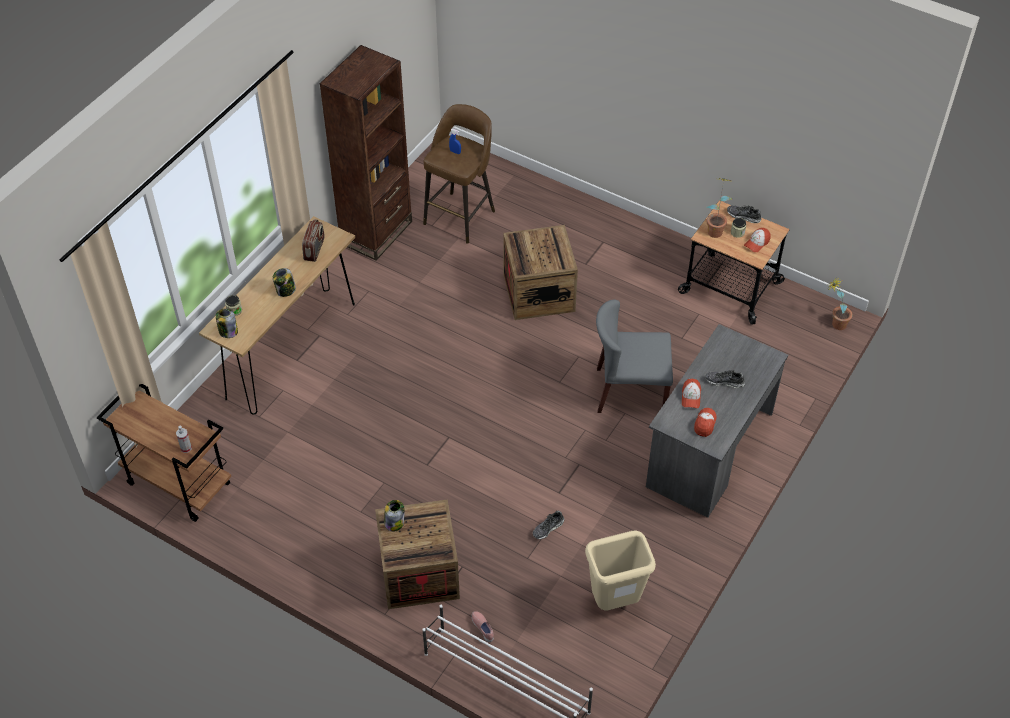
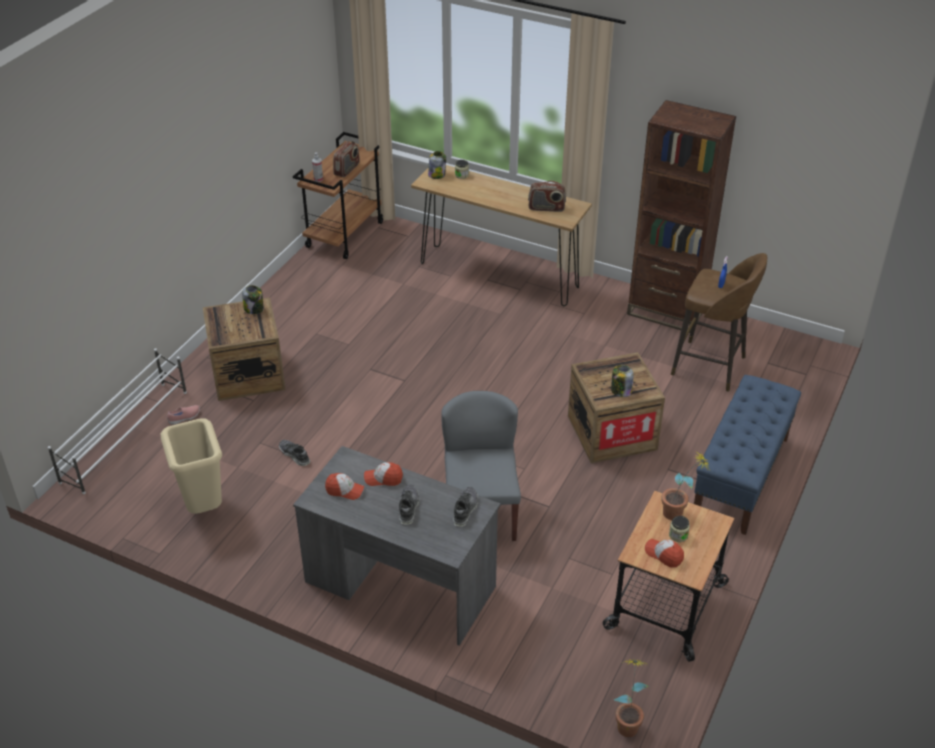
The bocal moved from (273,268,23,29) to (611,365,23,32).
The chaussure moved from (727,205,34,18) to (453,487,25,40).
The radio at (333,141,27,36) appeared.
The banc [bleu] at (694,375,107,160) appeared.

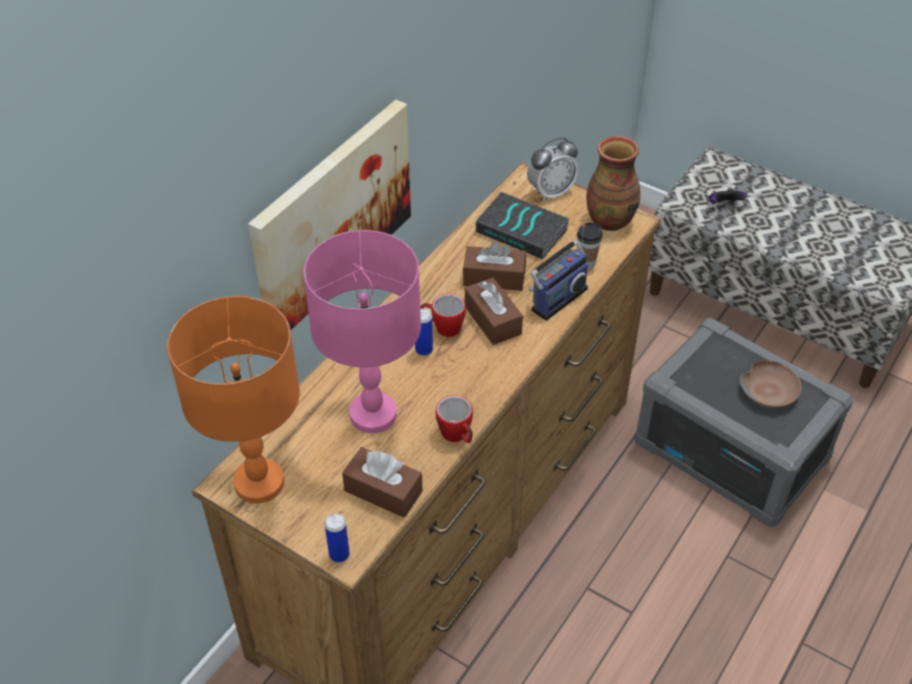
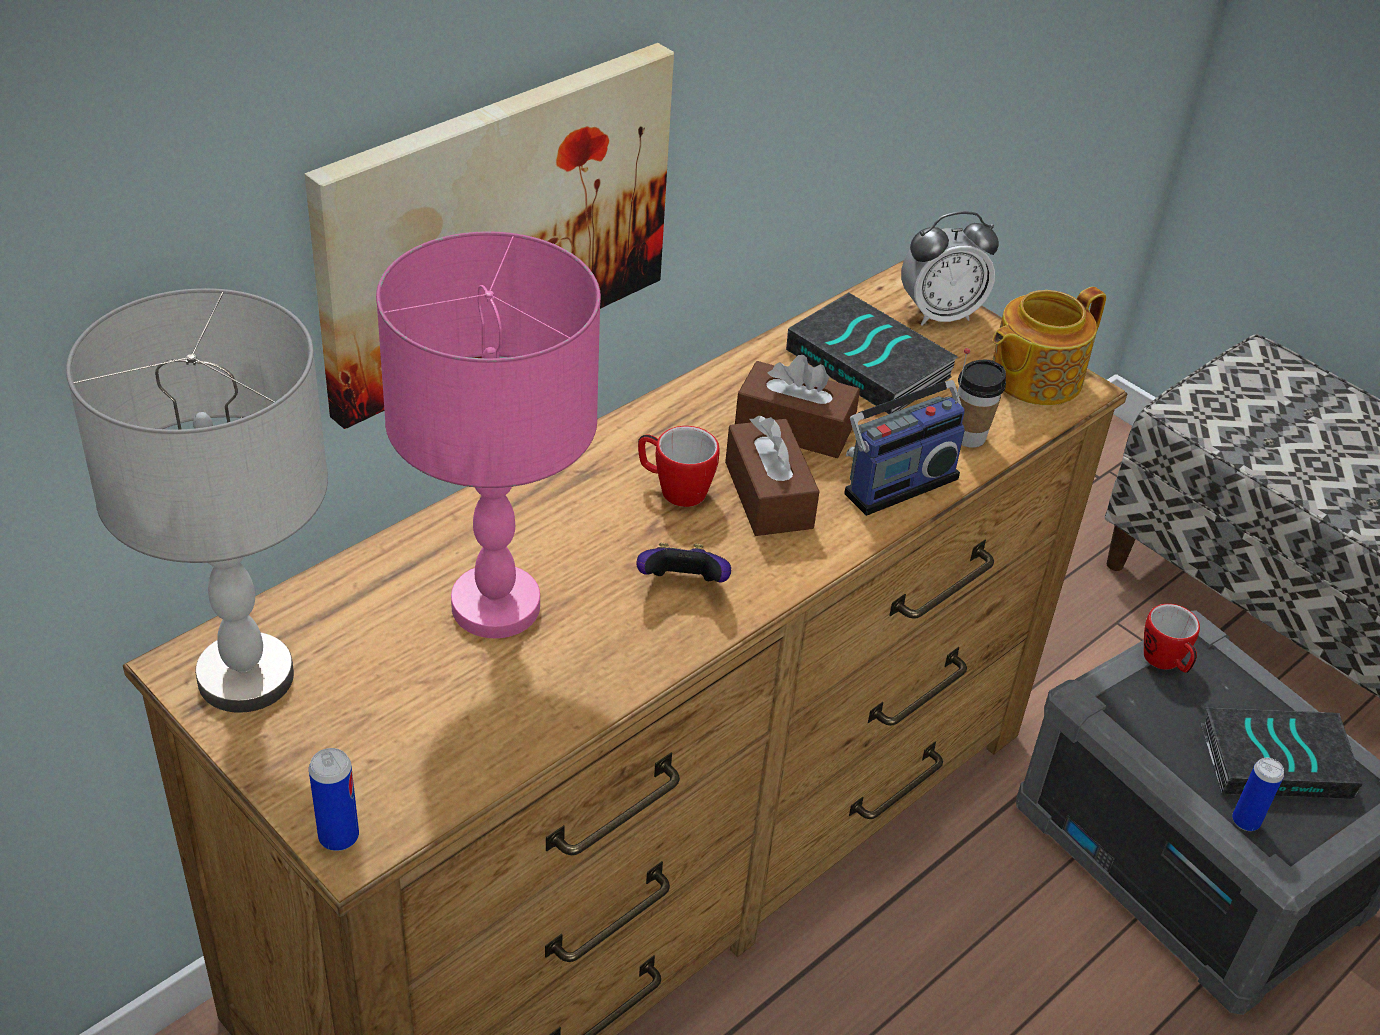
The lampe de table [orange] at (167,296,133,208) became the lampe de table [gris] at (66,288,262,425).
The boîte à mouchoirs [marron] at (342,447,81,70) disappeared.
The boîte métallique moved from (415,309,18,47) to (1232,758,52,73).
The mug moved from (436,395,37,48) to (1144,604,56,69).
The vase at (587,136,53,95) was replaced by the théière at (992,287,114,118).
The manette moved from (709,188,37,16) to (636,543,95,39).
The bol [marron] at (740,360,61,48) was replaced by the livre at (1201,707,162,92).

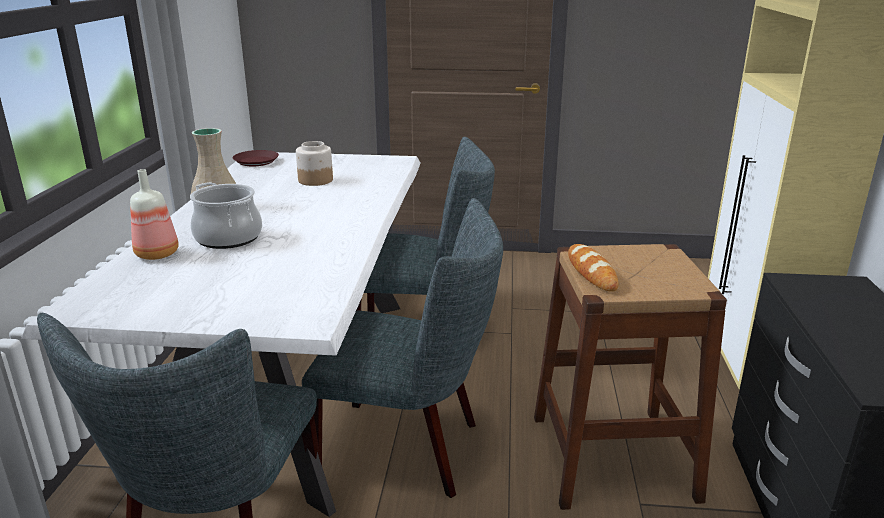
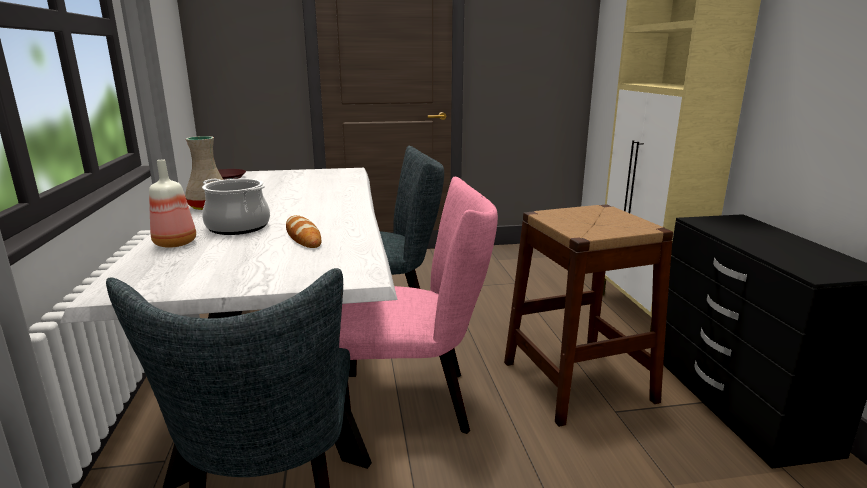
The bocal at (296,141,37,45) disappeared.
The chaise [gris] at (302,198,201,300) became the chaise [rose] at (339,177,159,257).
The pain moved from (568,244,50,48) to (286,215,35,33).

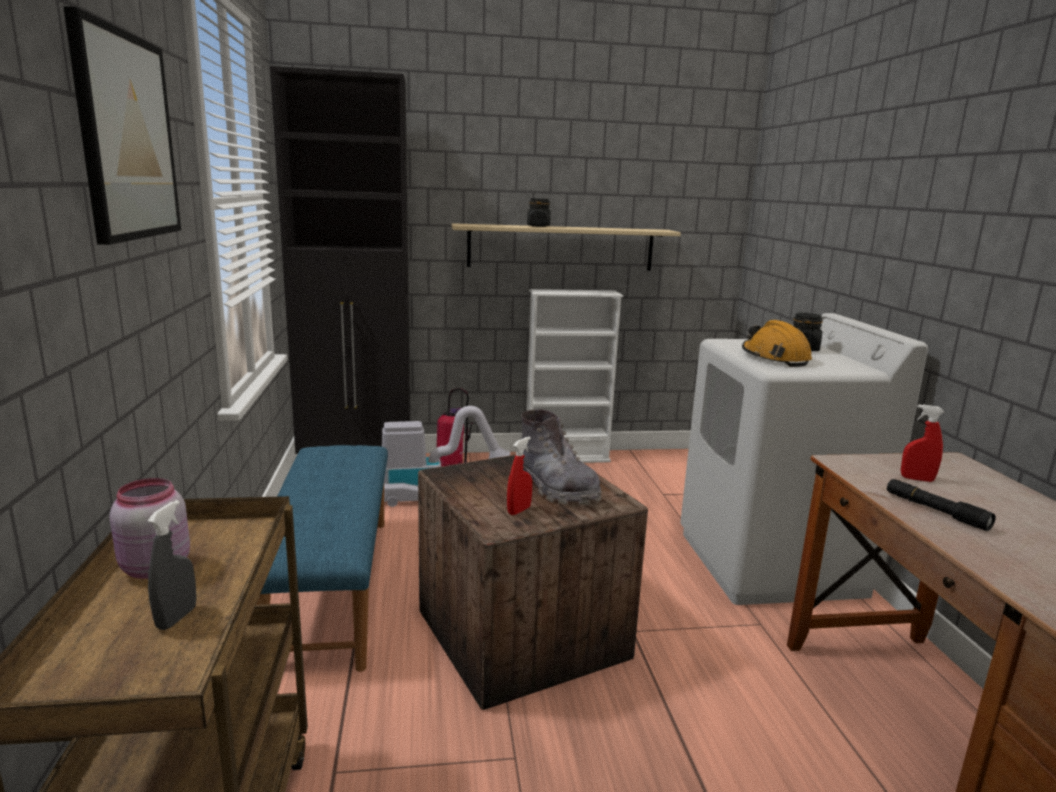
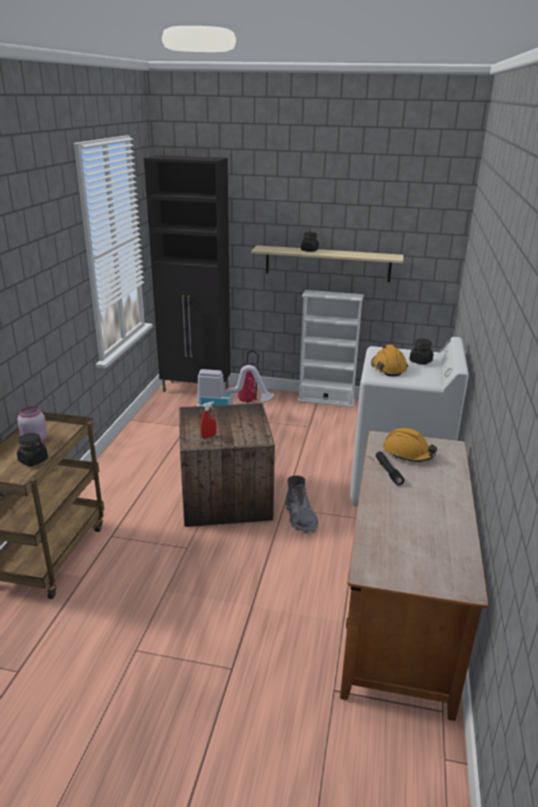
The tableau at (63,6,118,239) disappeared.
The vaporisateur [gris] at (148,500,49,130) was replaced by the bocal [noir] at (17,433,31,33).
The banc [bleu] at (256,445,132,227) disappeared.
The botte [gris] moved from (521,409,81,96) to (285,475,33,58).
The vaporisateur [rouge] at (901,405,44,77) was replaced by the casque de chantier [orange] at (383,428,55,34).

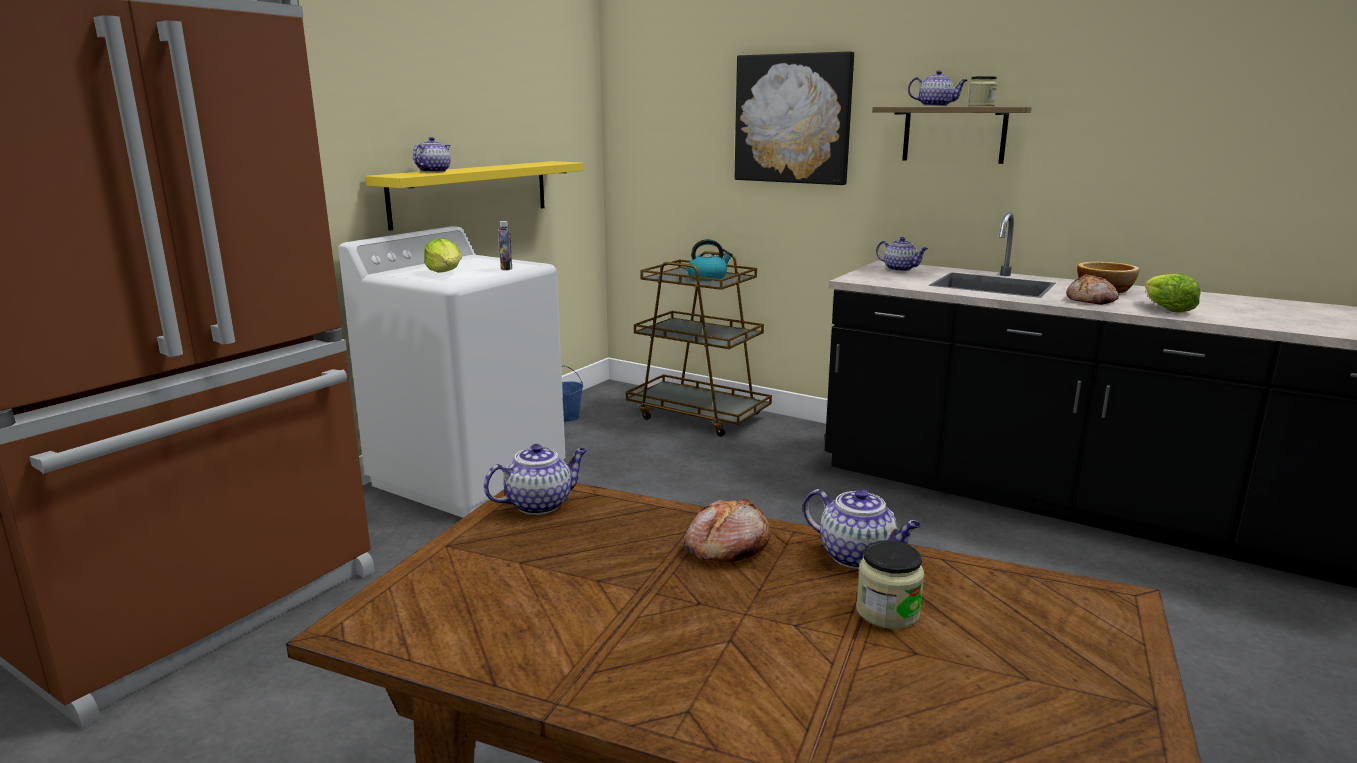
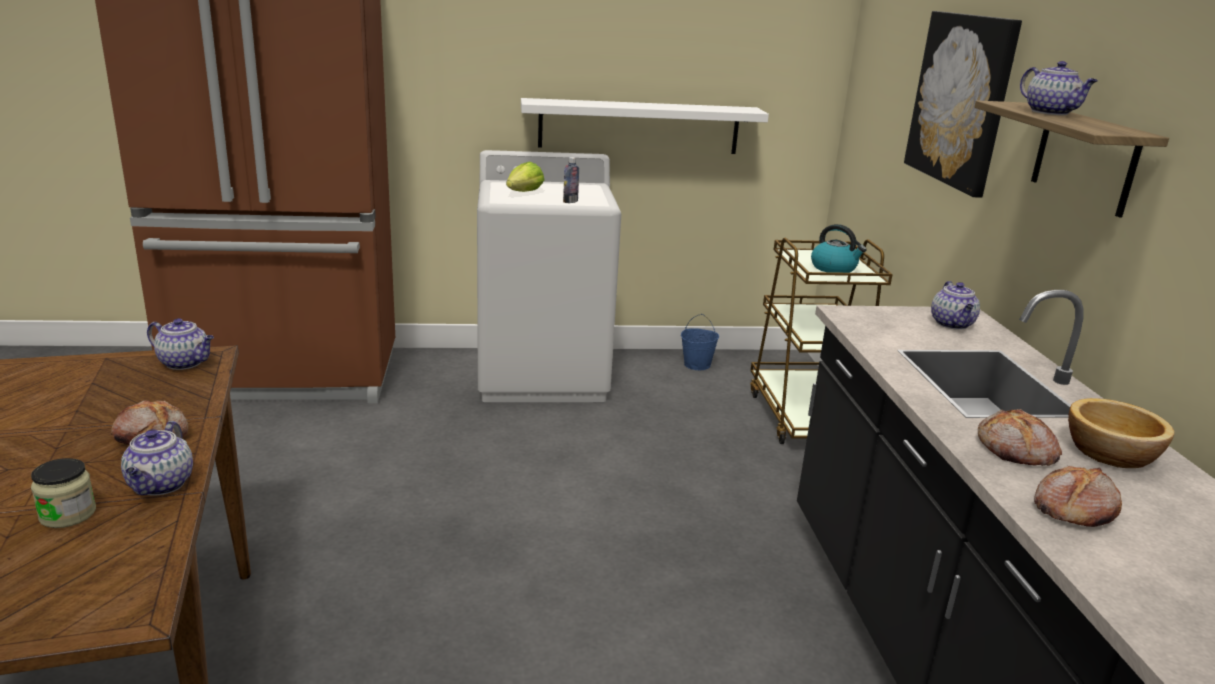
The étagère [jaune] at (366,161,218,70) became the étagère [blanc] at (521,98,248,56).
The théière at (413,137,38,36) disappeared.
The bocal at (968,76,29,30) disappeared.
The laitue at (1145,274,56,39) was replaced by the pain at (1034,466,88,61).

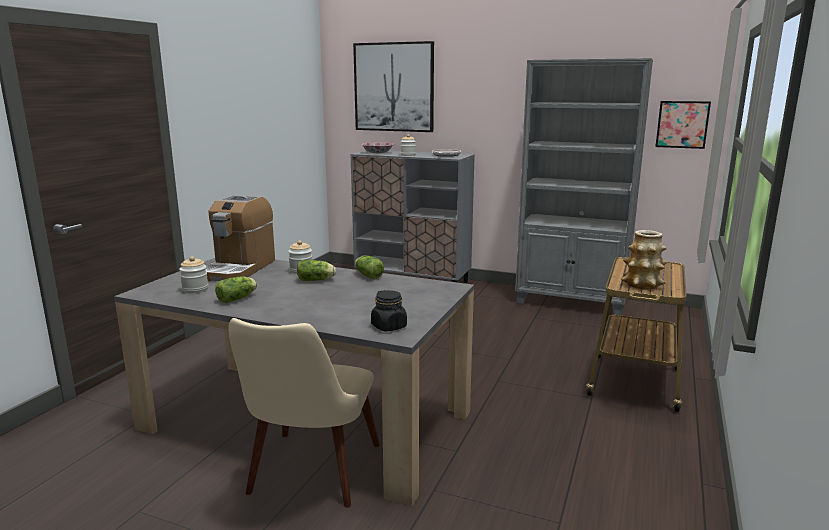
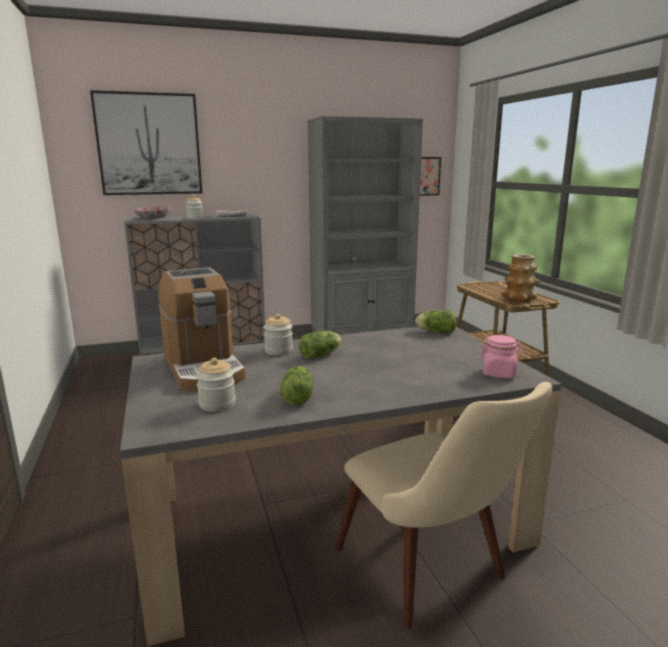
The laitue moved from (355,256,29,23) to (415,310,42,23).
The bocal [noir] at (371,290,36,42) became the bocal [rose] at (479,335,45,43).

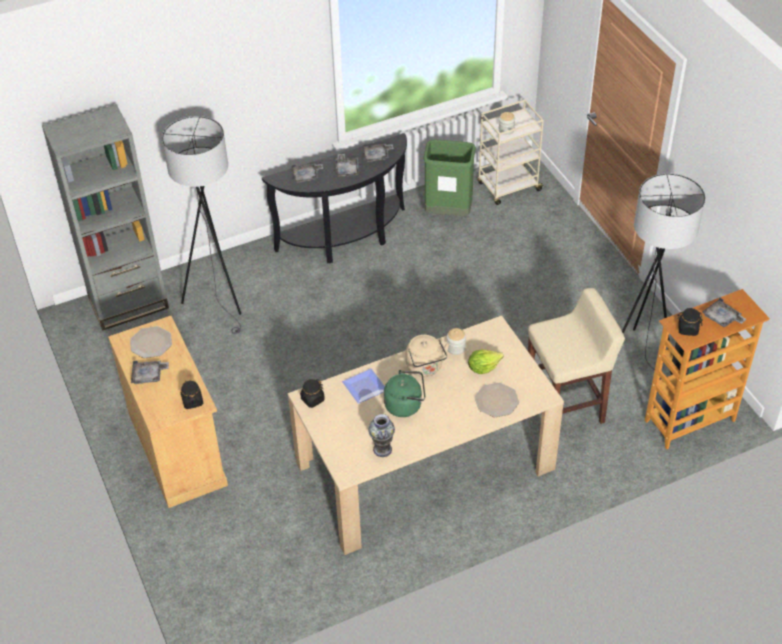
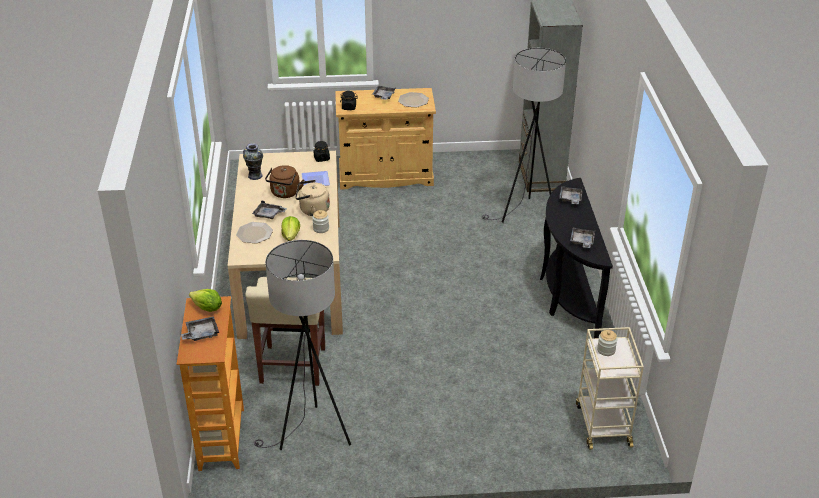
The plateau [gris] moved from (335,154,24,23) to (252,201,35,18).
The bouilloire [vert] at (384,370,41,47) became the bouilloire [marron] at (265,165,39,33).
The poubelle [vert] at (423,140,53,76) disappeared.
The bocal [noir] at (677,308,26,28) was replaced by the laitue at (189,289,33,23).

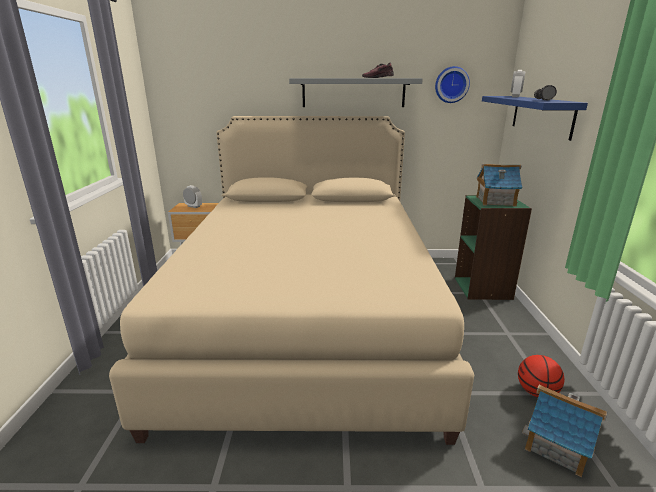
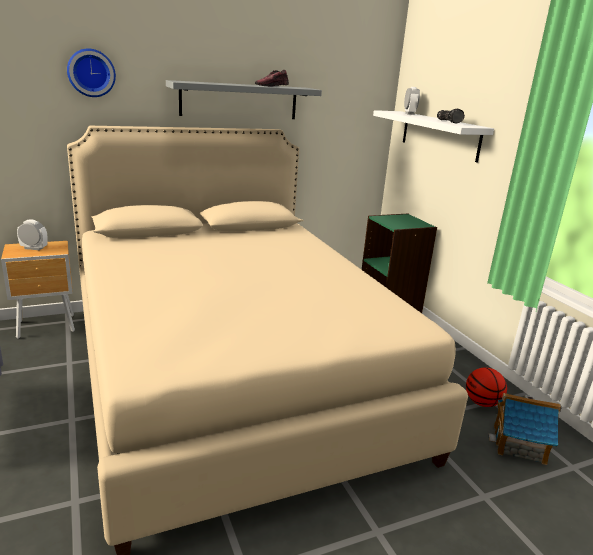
The horloge murale moved from (435,66,35,37) to (67,49,49,48).
The maison miniature at (476,164,46,42) disappeared.
The étagère [bleu] at (482,96,106,45) became the étagère [blanc] at (373,110,121,52).

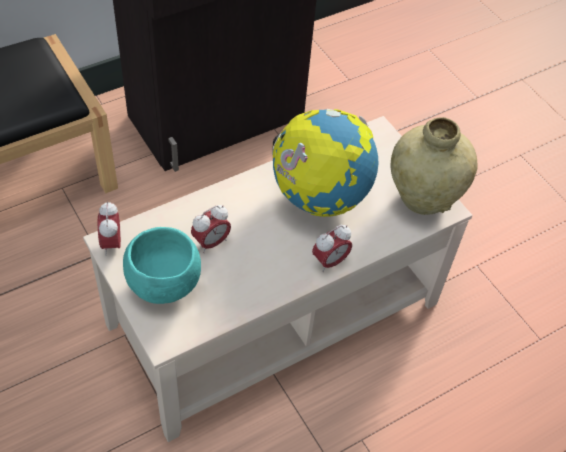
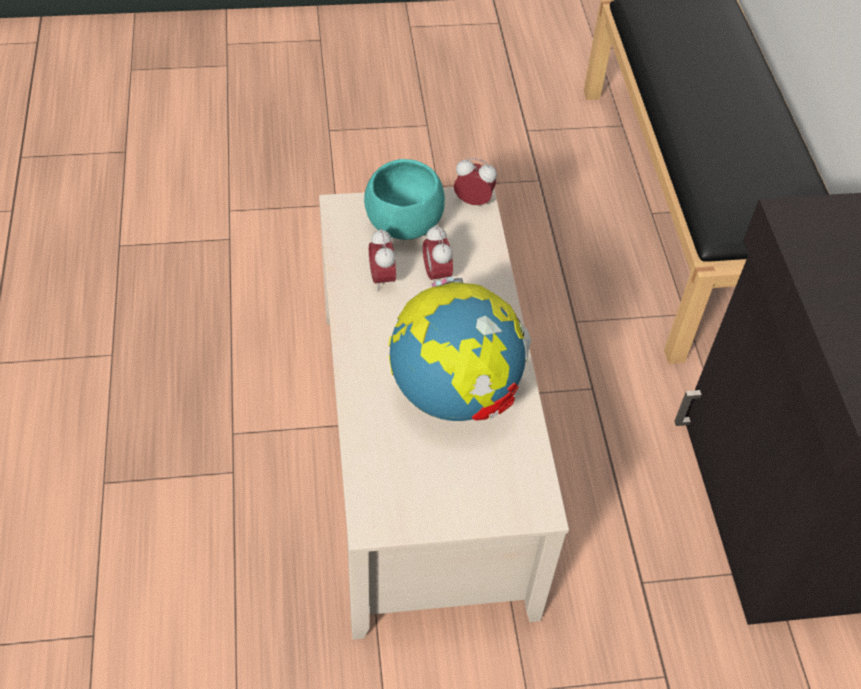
The réveil moved from (312,225,40,47) to (369,228,27,64).
The vase [beige] at (391,117,86,98) disappeared.

